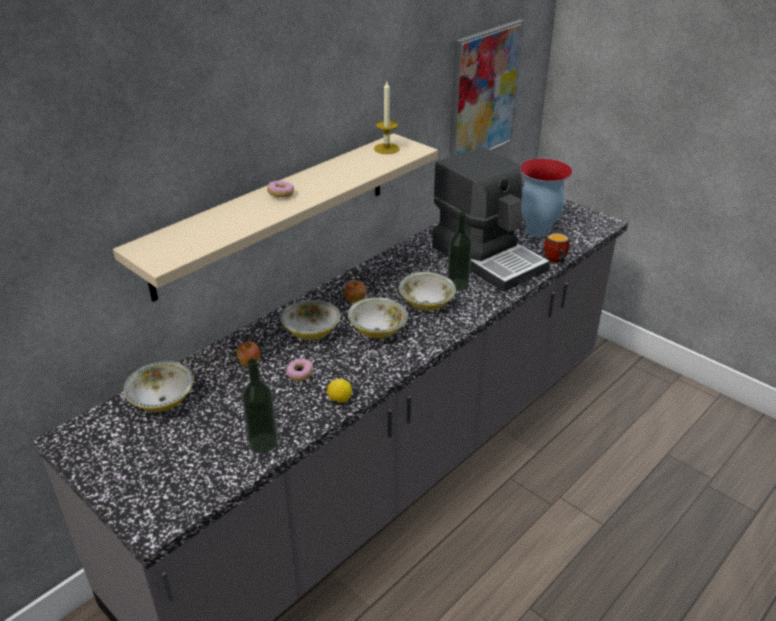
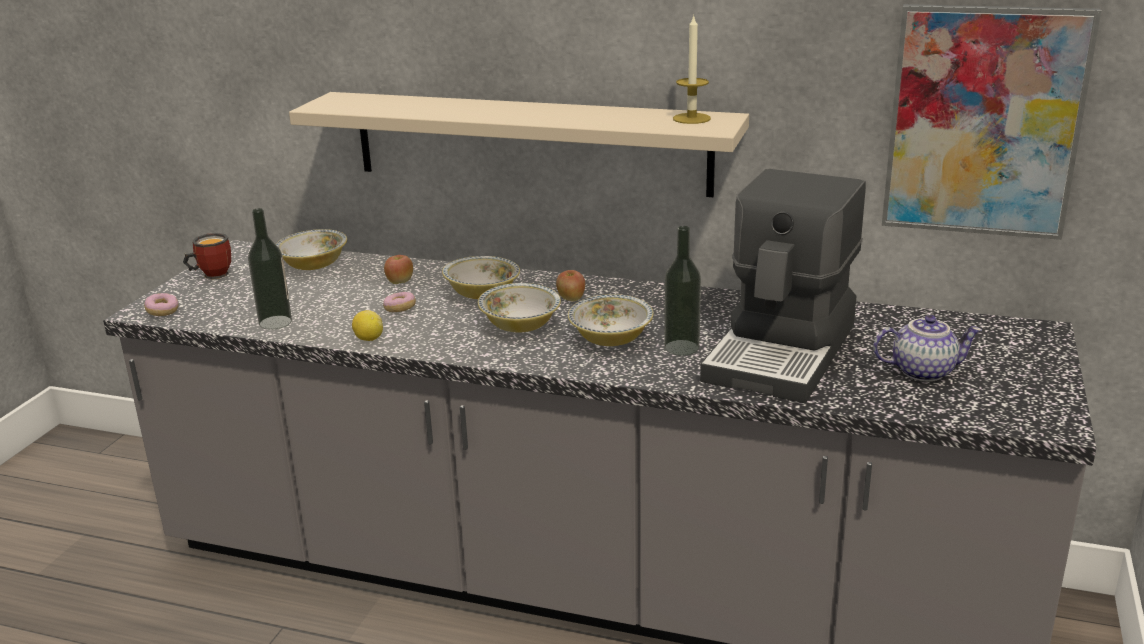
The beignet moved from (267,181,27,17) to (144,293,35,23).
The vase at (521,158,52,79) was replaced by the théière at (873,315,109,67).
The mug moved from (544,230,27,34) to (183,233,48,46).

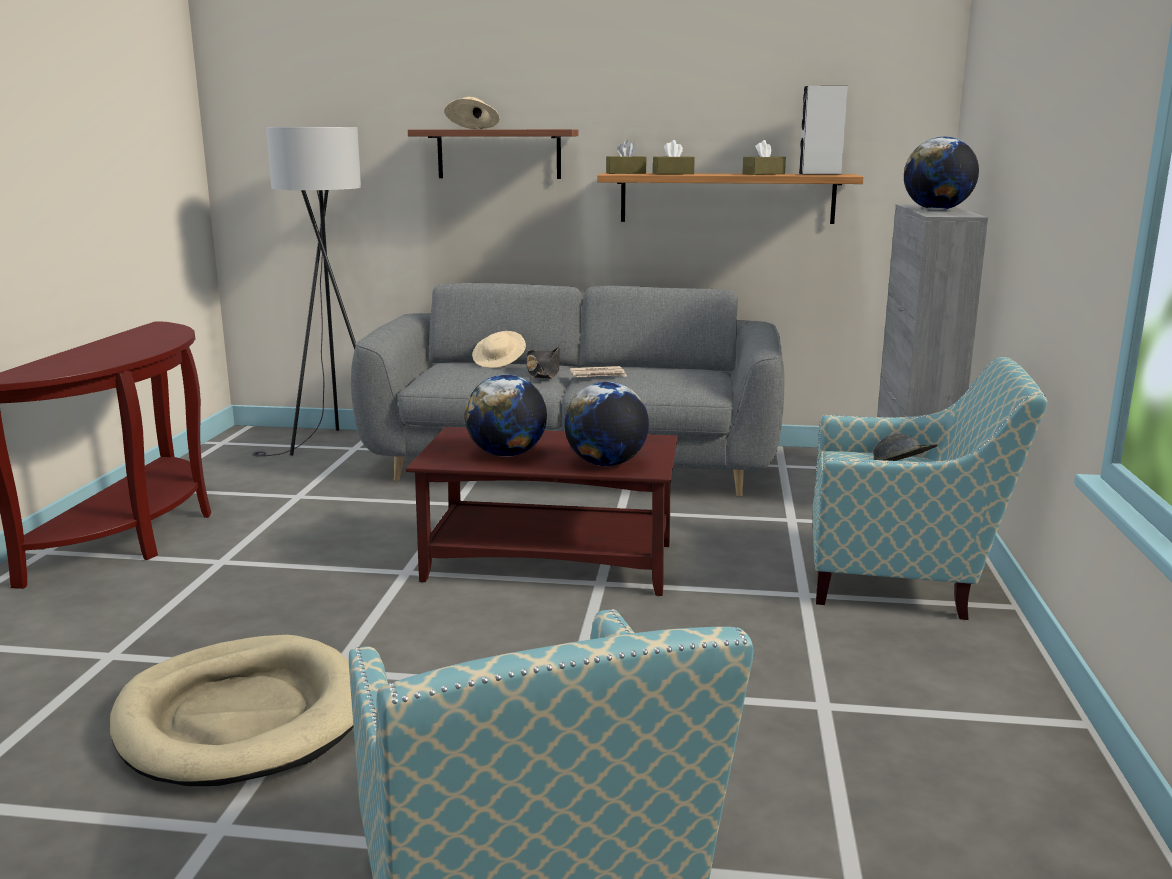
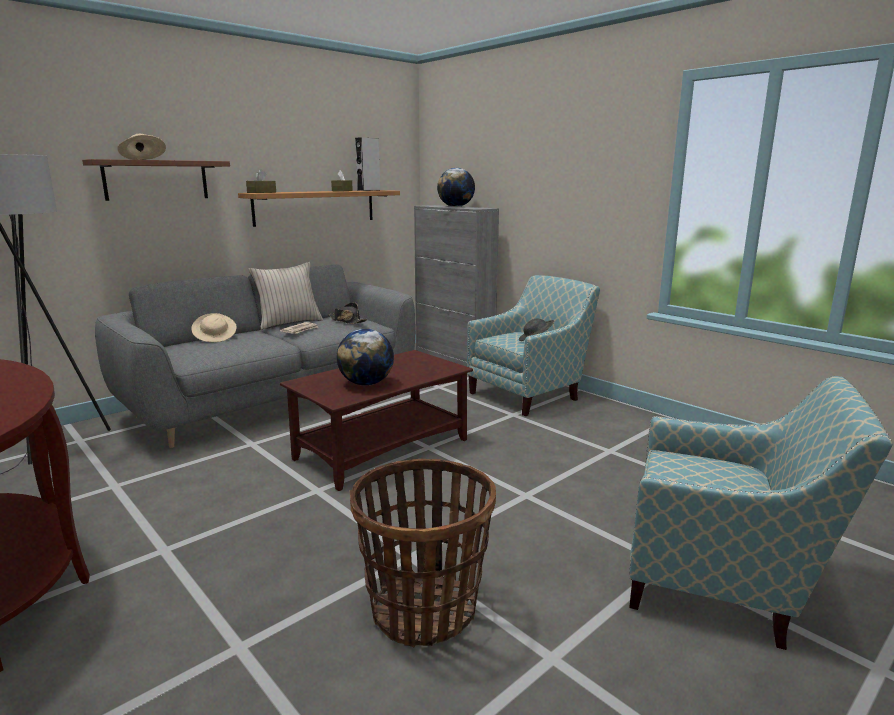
The panier pour chien [beige] at (110,635,243,151) was replaced by the panier at (349,459,147,188).
The chapeau [noir] moved from (526,347,34,31) to (328,302,40,22).
The globe at (564,382,85,84) disappeared.
The boîte à mouchoirs [marron] at (653,140,42,35) disappeared.
The coussin [beige] at (248,262,75,68) appeared.

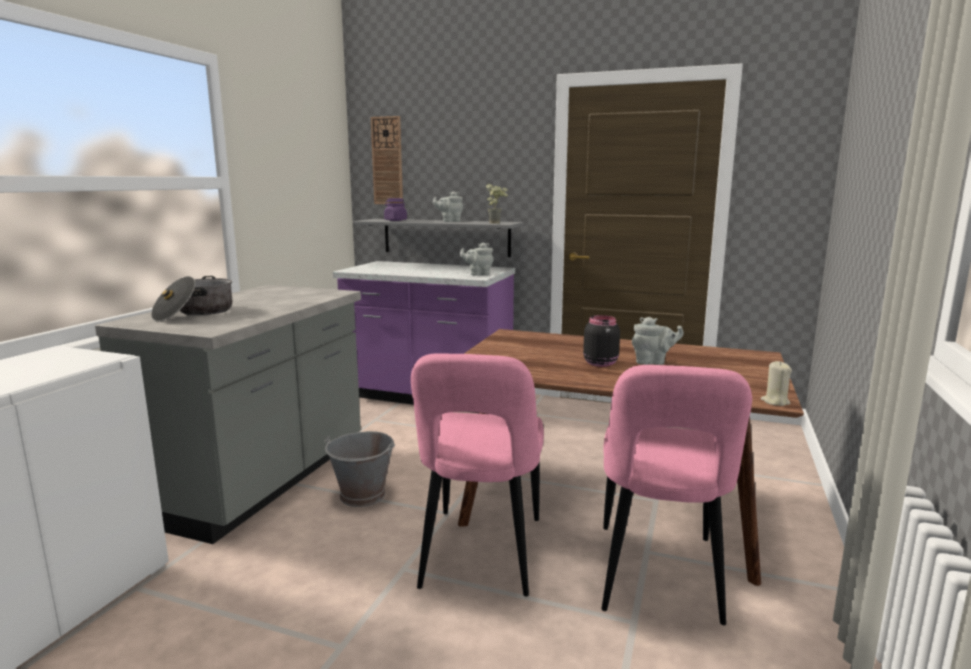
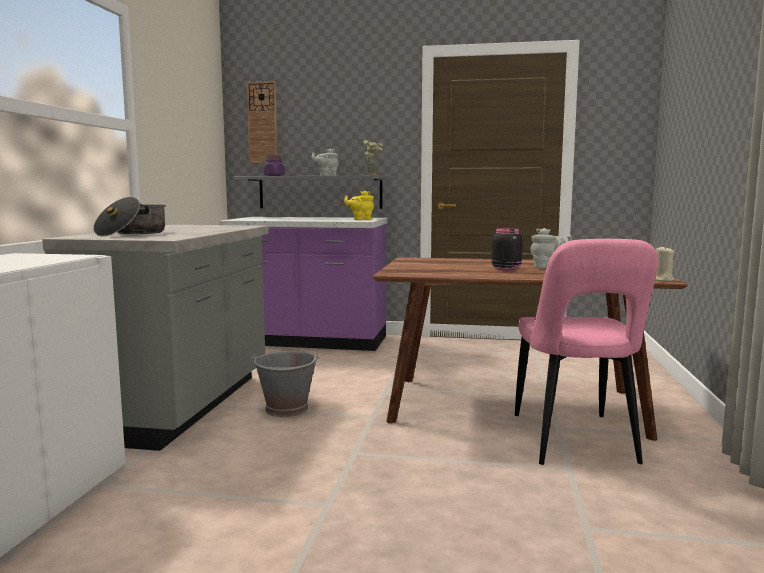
The chaise [rose] at (411,353,133,244) disappeared.
The théière [gris] at (460,243,33,33) became the théière [jaune] at (344,191,30,29).

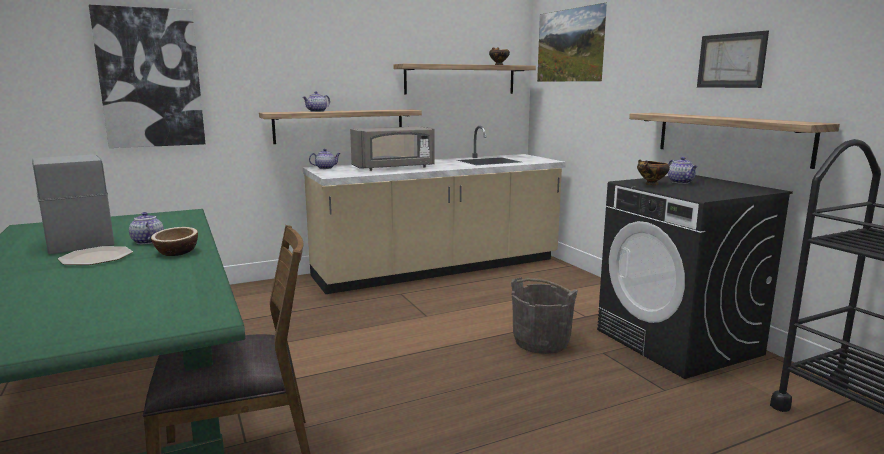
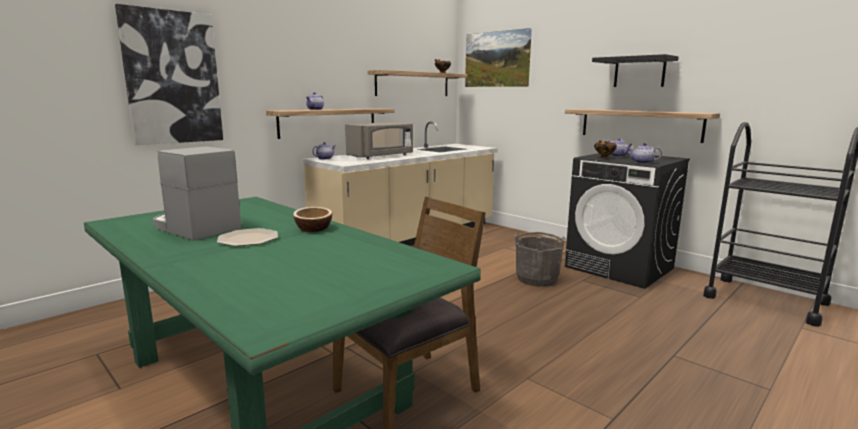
The théière moved from (129,212,35,32) to (627,143,35,21).
The tableau at (697,31,72,57) was replaced by the étagère [noir] at (592,54,87,33).

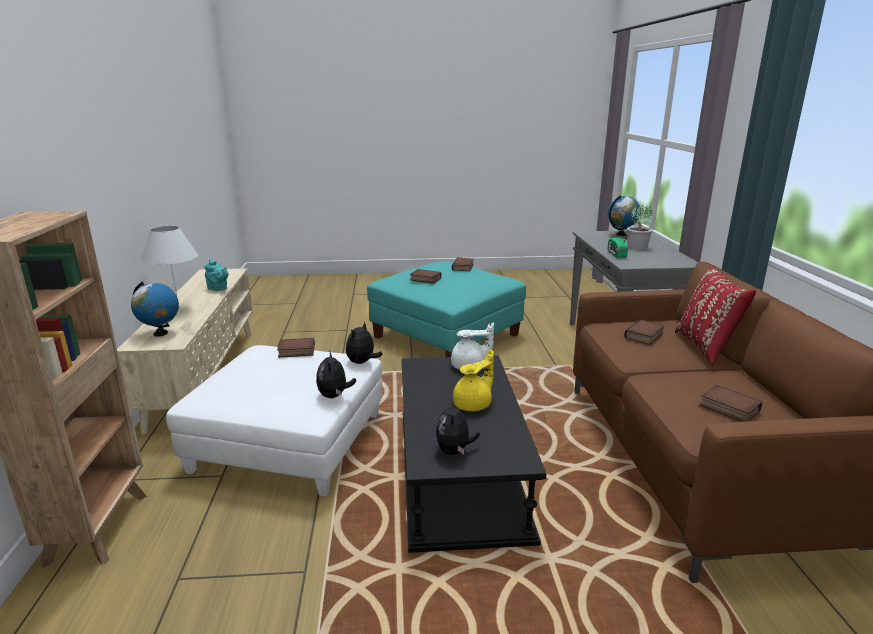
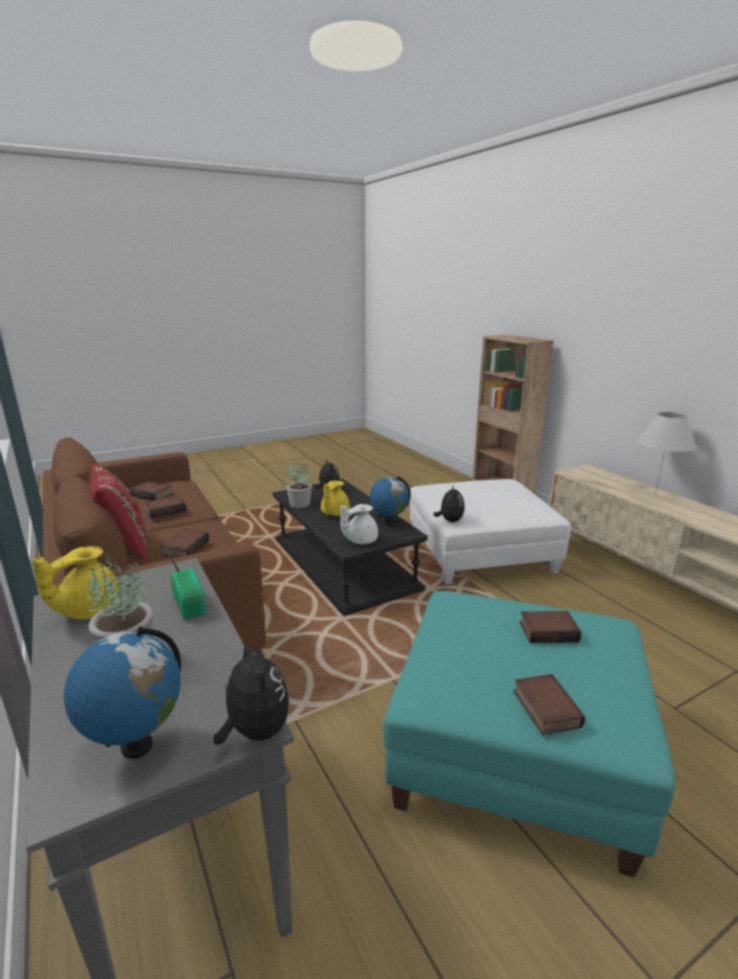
The globe moved from (131,281,48,56) to (370,476,41,50).
The théière [turquoise] at (204,260,25,31) disappeared.
The livre moved from (277,338,38,20) to (144,495,42,24).
The peluche moved from (316,350,40,48) to (213,639,76,106).
The théière [jaune] at (31,546,89,73) appeared.
The plante en pot at (286,463,26,45) appeared.

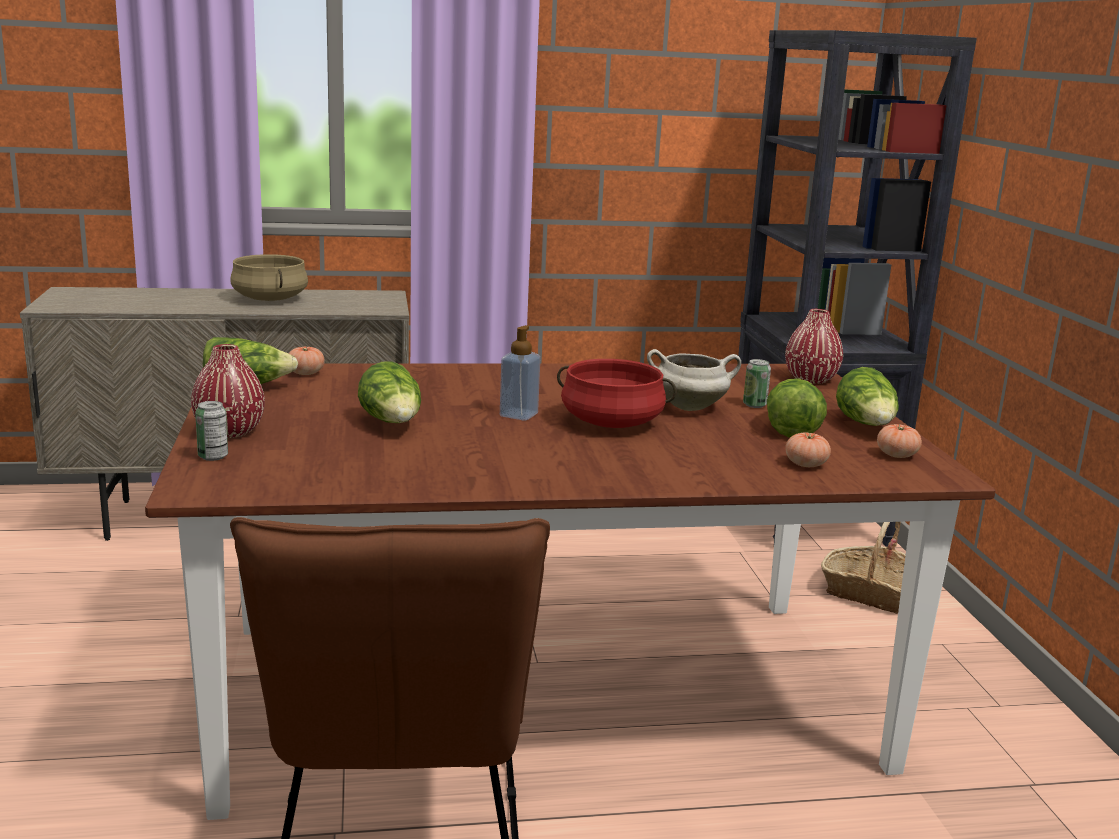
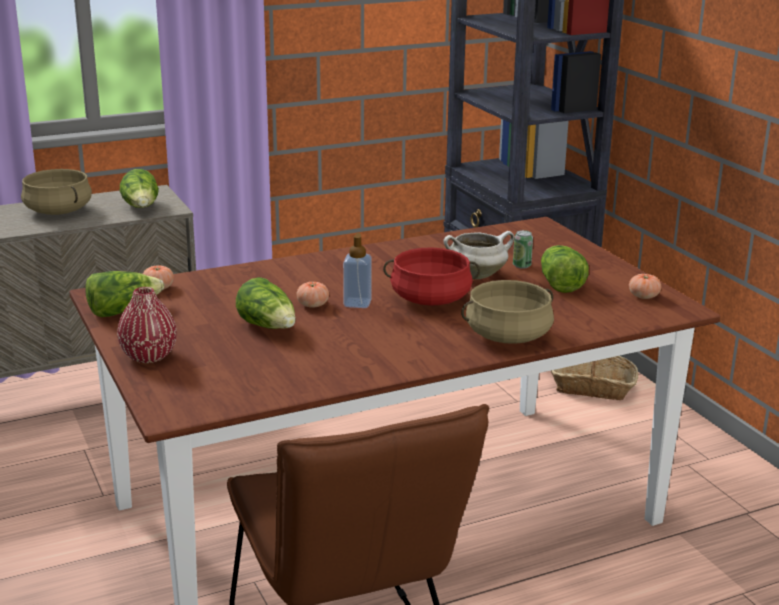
The boîte métallique at (195,401,33,60) disappeared.
The vase [rouge] at (785,309,58,75) disappeared.
The tomate moved from (785,432,46,35) to (297,282,32,26).
The laitue moved from (836,367,63,59) to (120,169,39,39).
The marmite [beige] at (461,280,93,64) appeared.

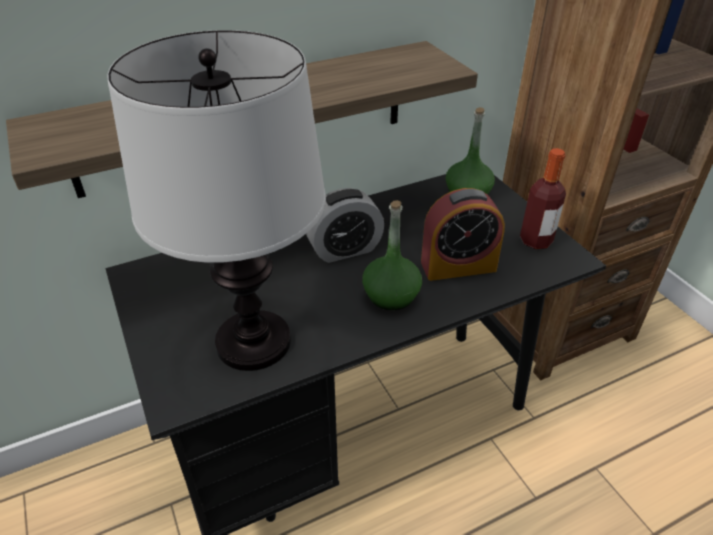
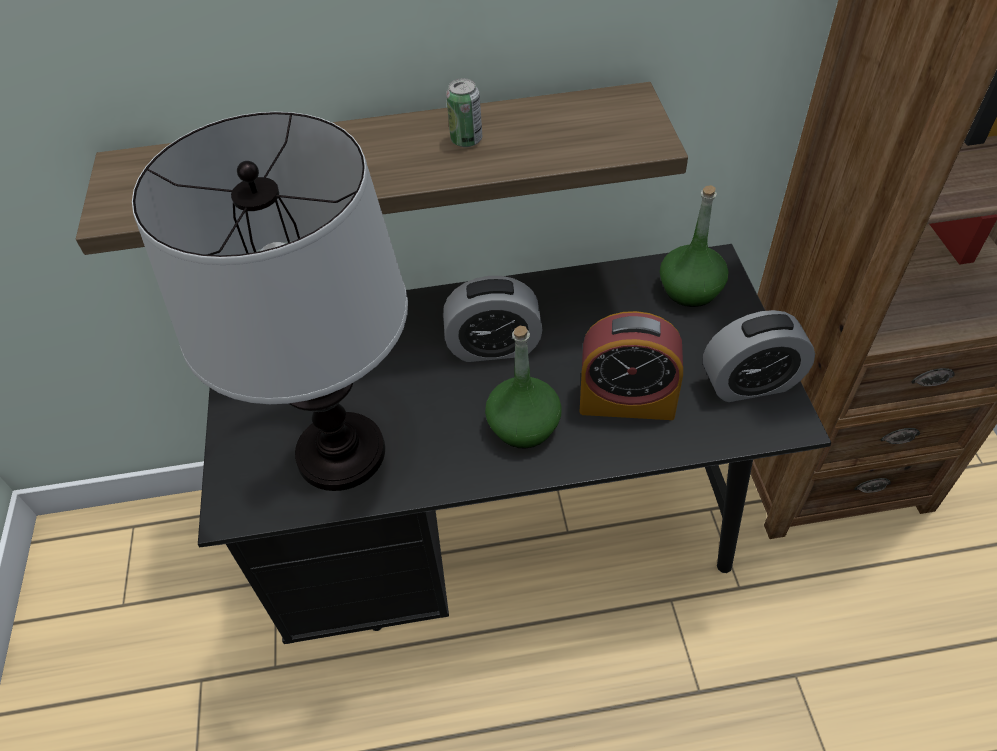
The bouteille at (520,148,46,101) was replaced by the réveil at (703,310,112,92).
The boîte métallique at (446,78,36,69) appeared.

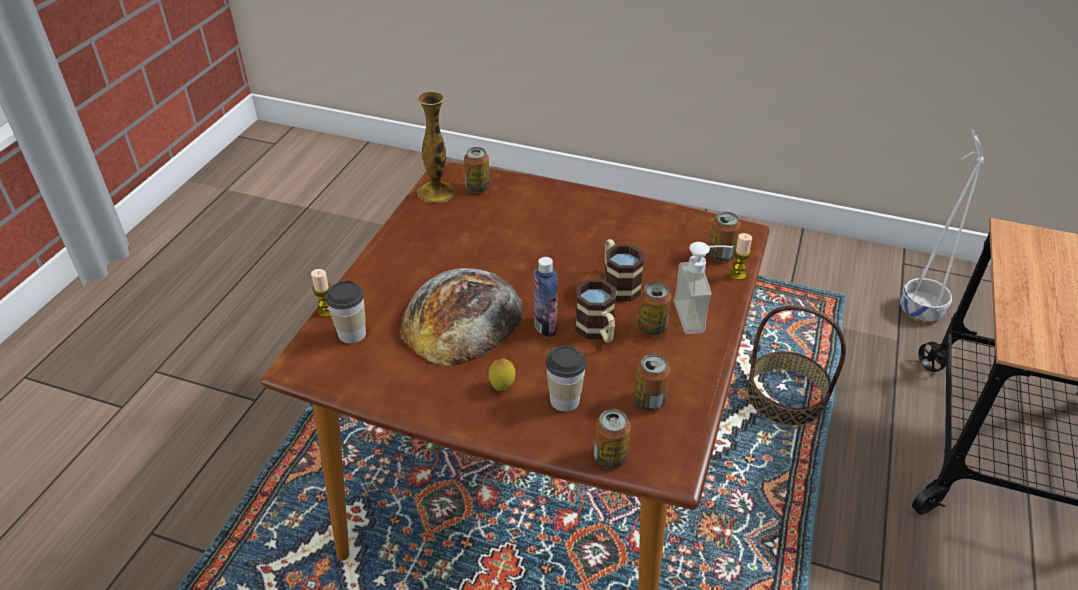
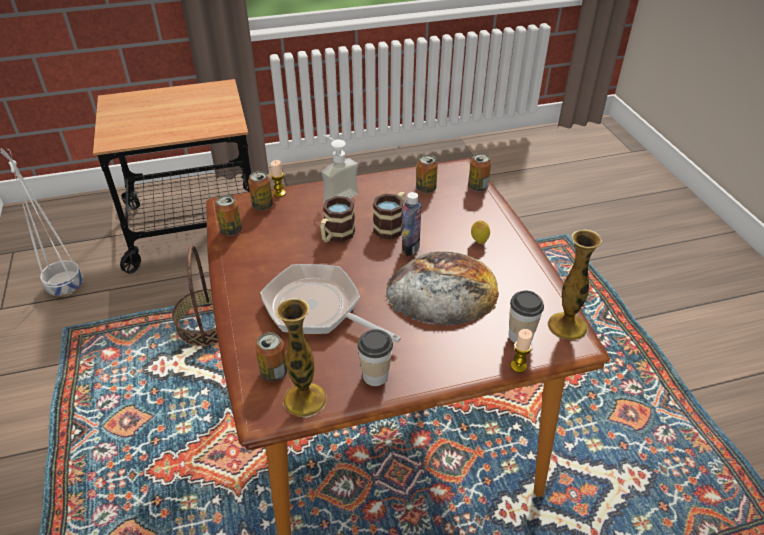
The tasse moved from (546,346,40,66) to (357,329,36,57).
The boîte métallique moved from (638,282,33,53) to (215,195,27,41).
The poêle at (260,264,141,79) appeared.
The vase at (547,230,55,110) appeared.

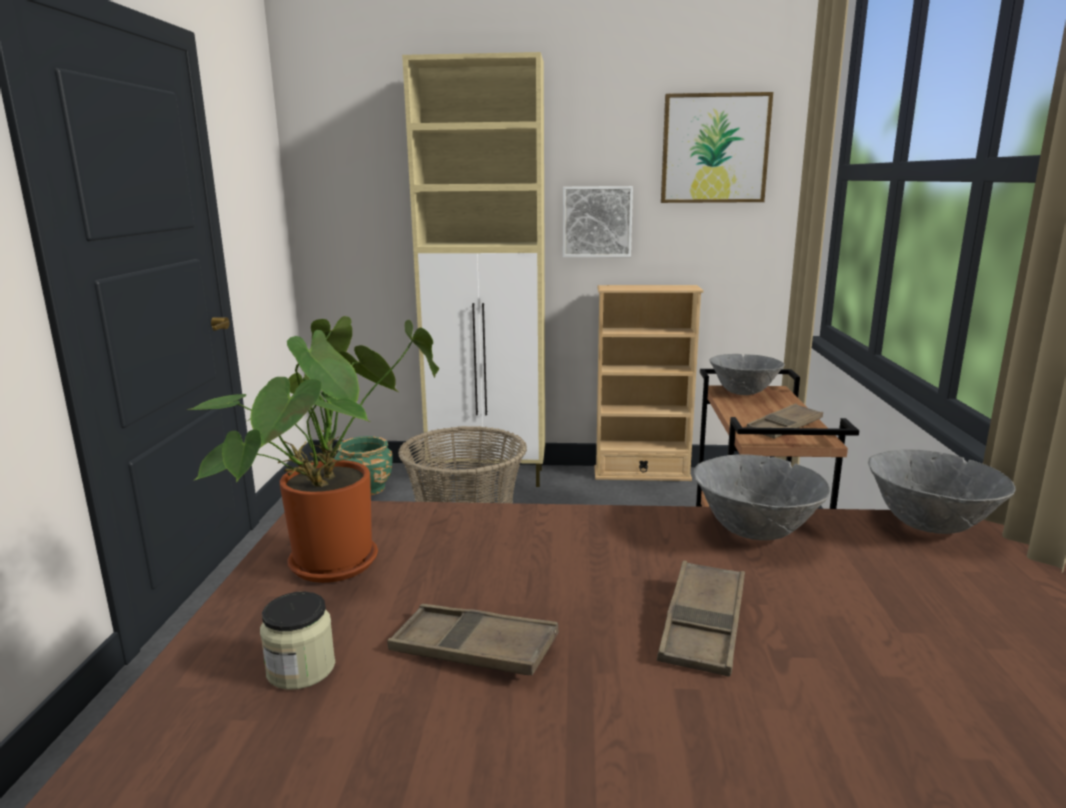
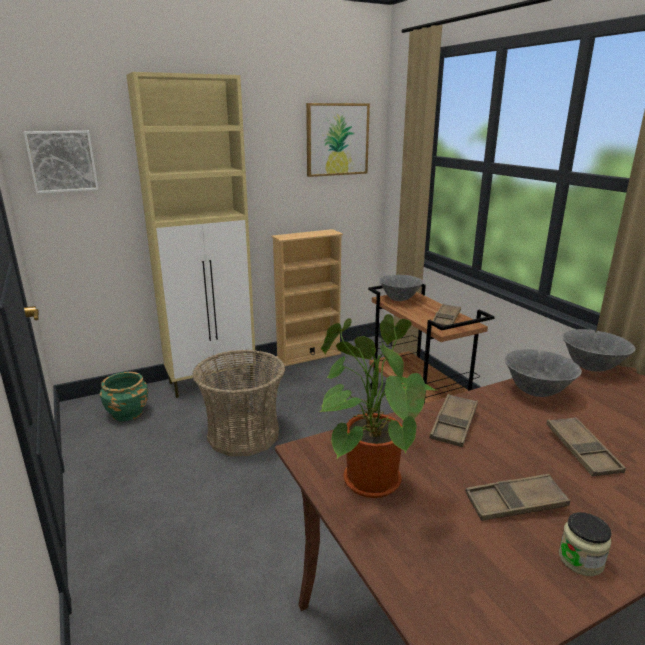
The bocal moved from (260,592,75,98) to (559,512,53,64).
The tableau moved from (563,186,70,71) to (24,131,75,63).
The plateau [marron] at (429,394,49,53) appeared.

